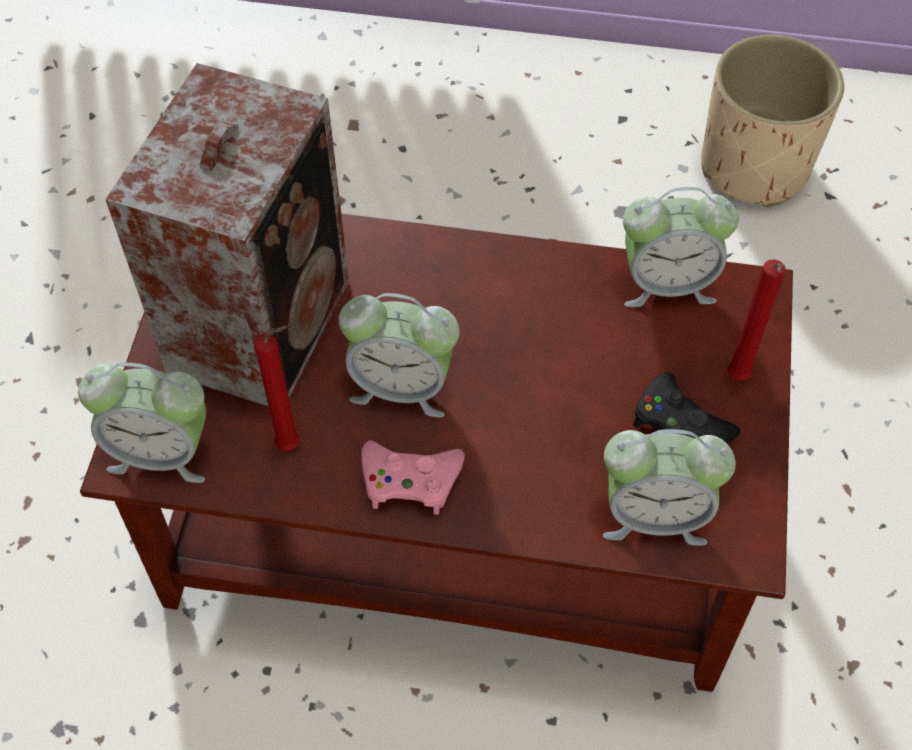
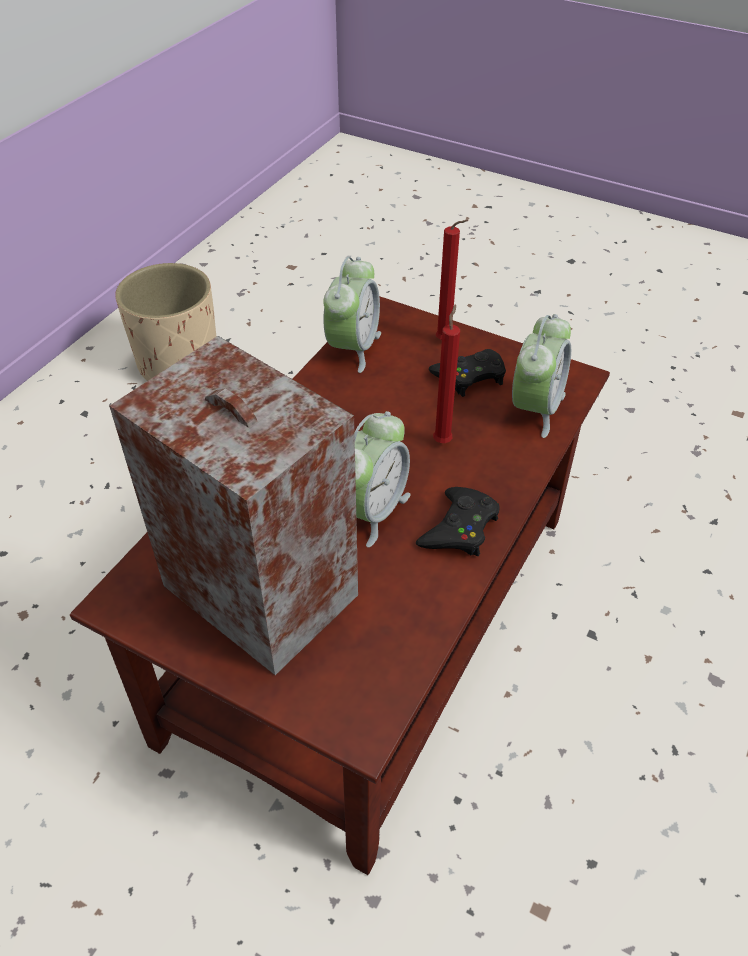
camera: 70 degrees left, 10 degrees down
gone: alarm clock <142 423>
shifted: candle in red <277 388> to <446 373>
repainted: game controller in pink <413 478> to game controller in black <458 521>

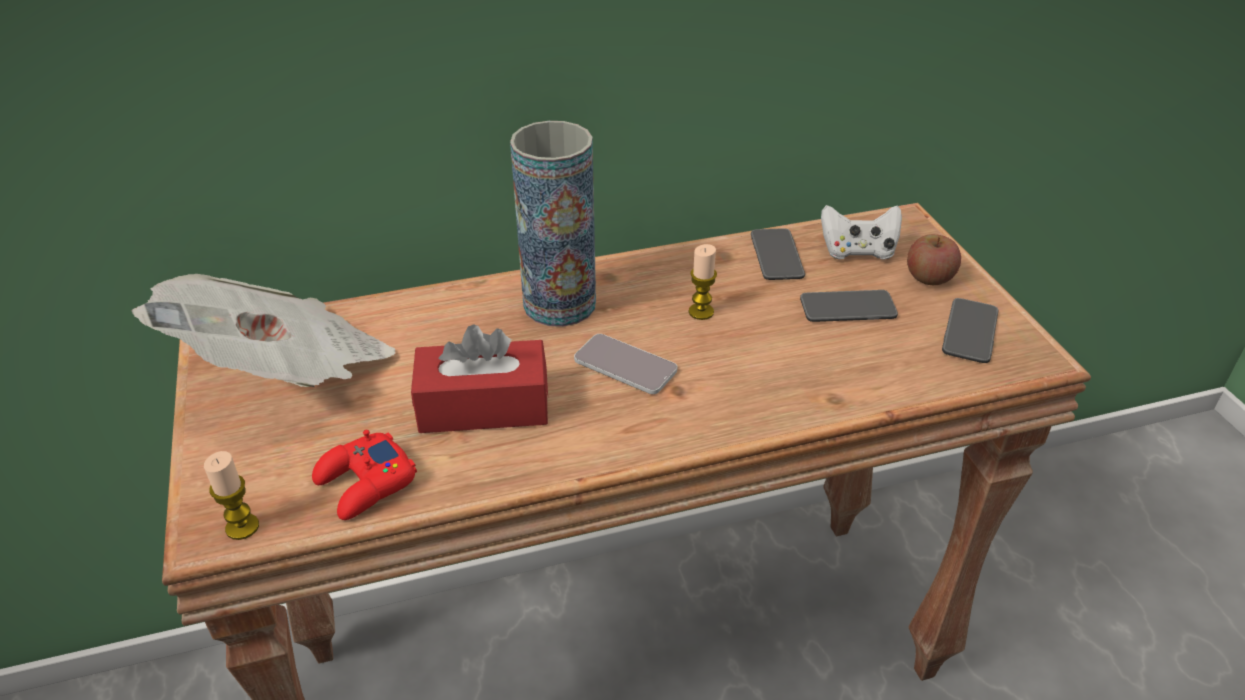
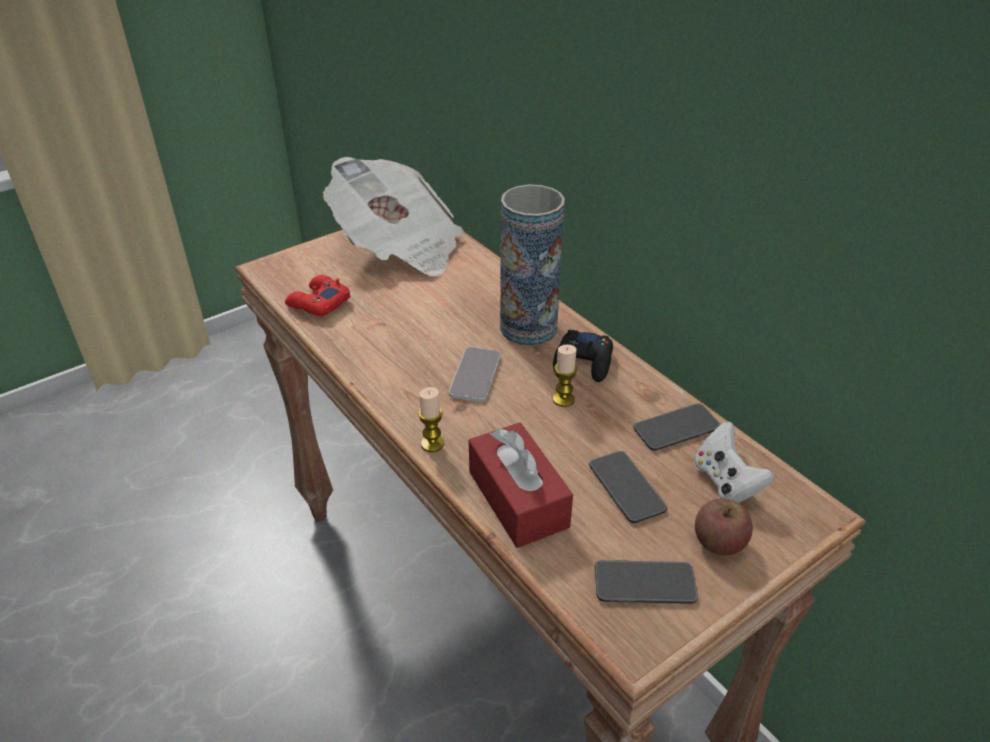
camera: 70 degrees right, 0 degrees up
new: game controller in black <583 356>
shifted: candle <231 495> to <431 419>; tissue box in red <479 378> to <521 485>

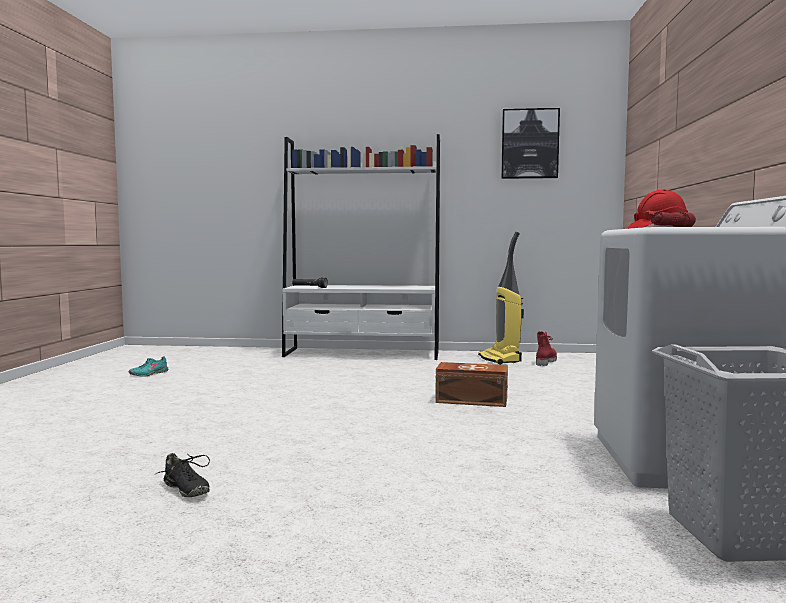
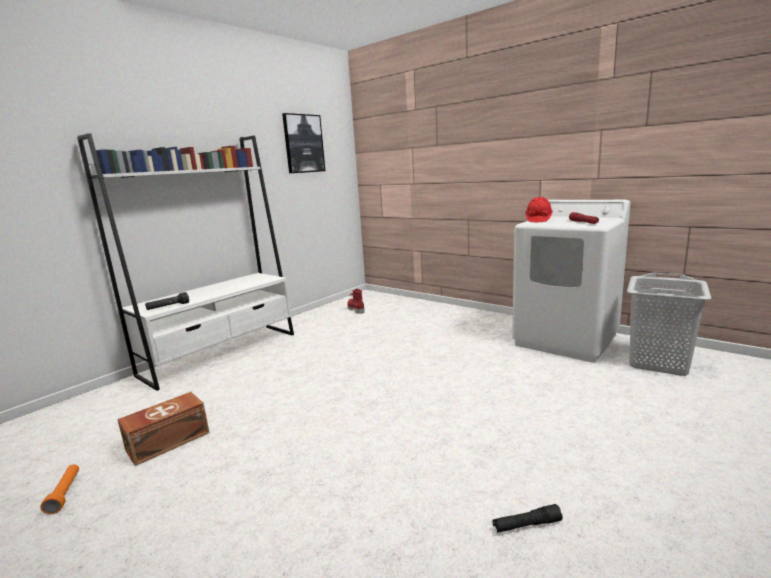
camera: 55 degrees left, 10 degrees up
gone: vacuum cleaner <501 298>
shifted: storage box in brown <471 384> to <163 429>
swapped: shoe in turquoise <148 366> to flashlight in orange <59 489>; shoe in black <183 475> to flashlight in black <527 518>

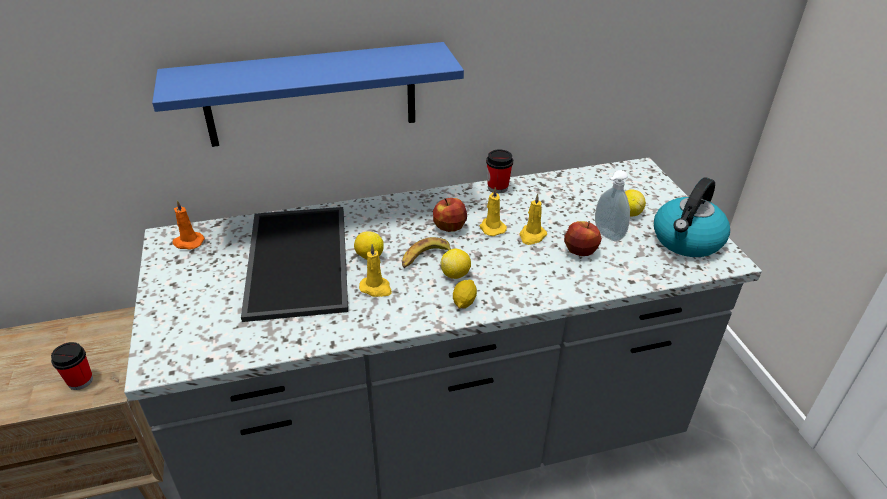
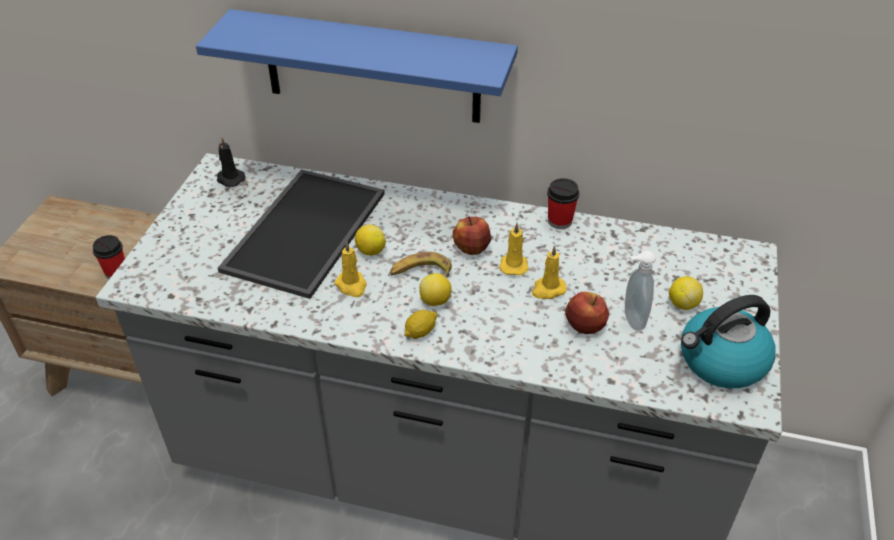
camera: 30 degrees right, 5 degrees up
repainted: candle in orange <188 225> to candle in black <231 162>

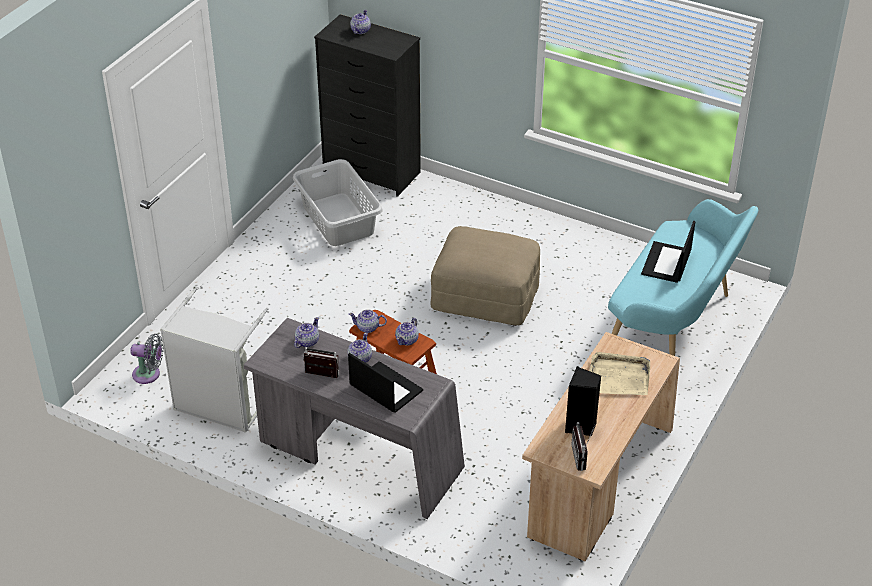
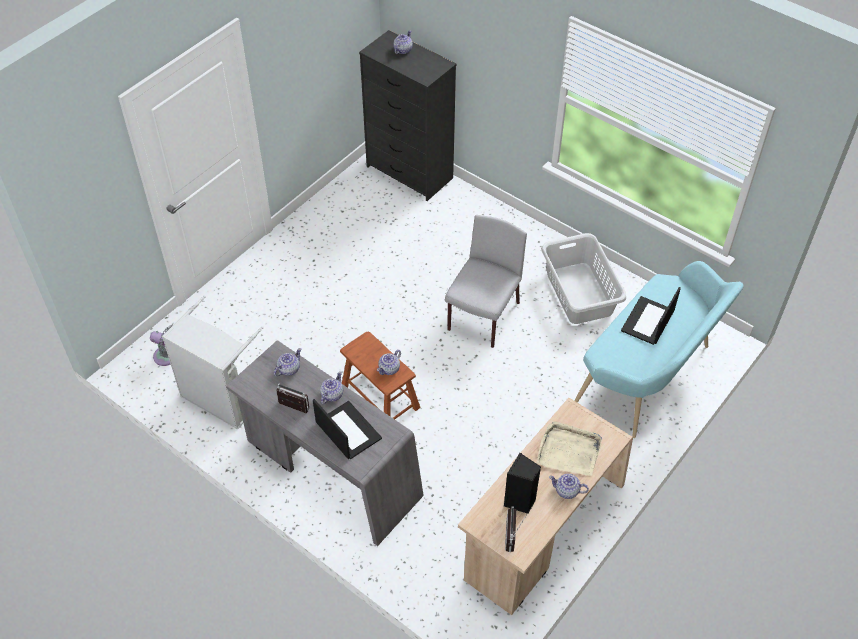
camera: 10 degrees right, 10 degrees up
shifted: laundry basket in grey <338 202> to <583 278>; teapot <368 321> to <569 486>
swapped: ottoman in beige <485 276> to chair in grey <486 281>

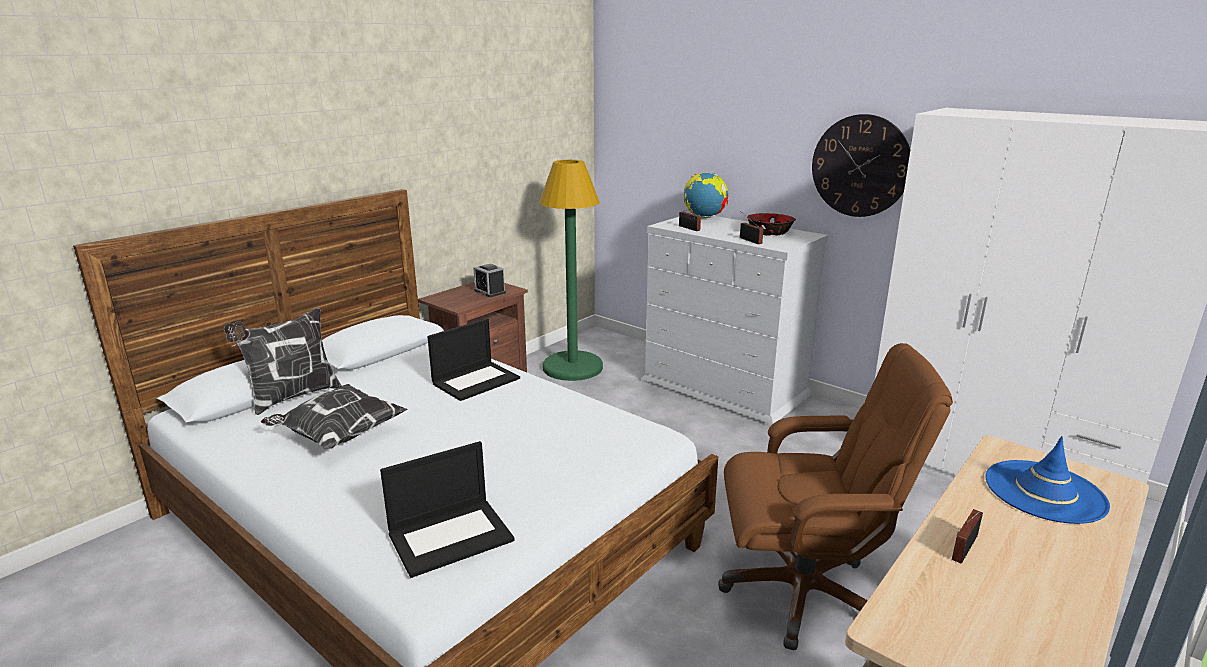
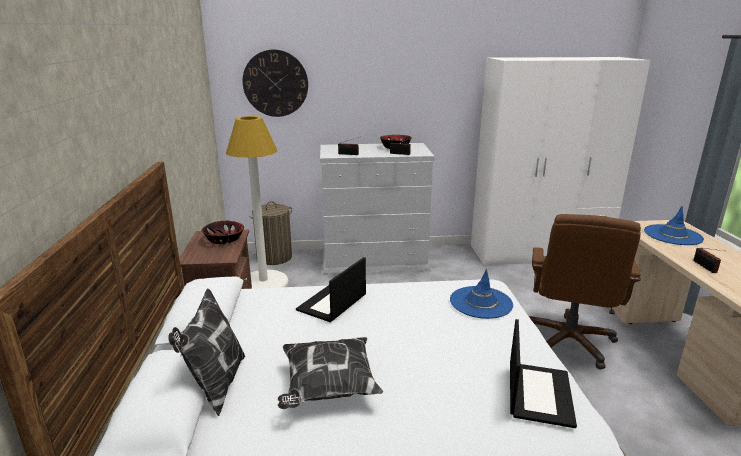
camera: 45 degrees left, 0 degrees up
gone: globe <706 195>
new: laundry basket <270 233>; hat in blue <481 294>
shifted: wall clock <861 165> to <275 83>
swapped: alarm clock <490 280> to bowl <223 232>
repainted: floor lamp in green <571 270> to floor lamp in white <257 202>
rotated: laptop <473 359> = <331 289> 150 degrees counterclockwise; office chair in brown <835 497> = <585 292> 150 degrees clockwise

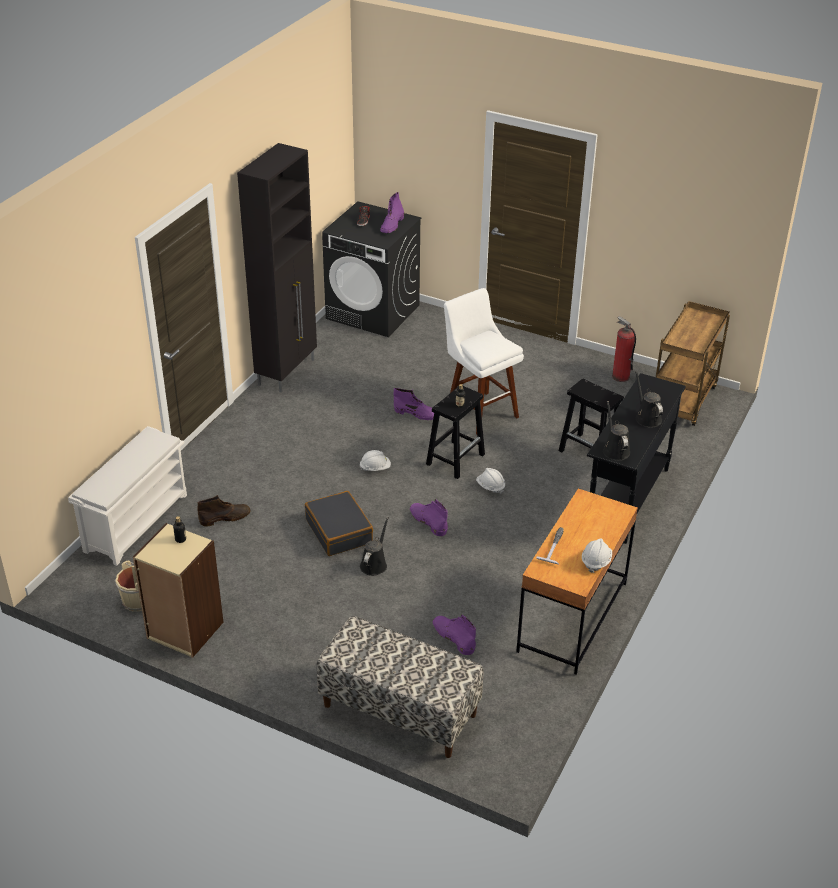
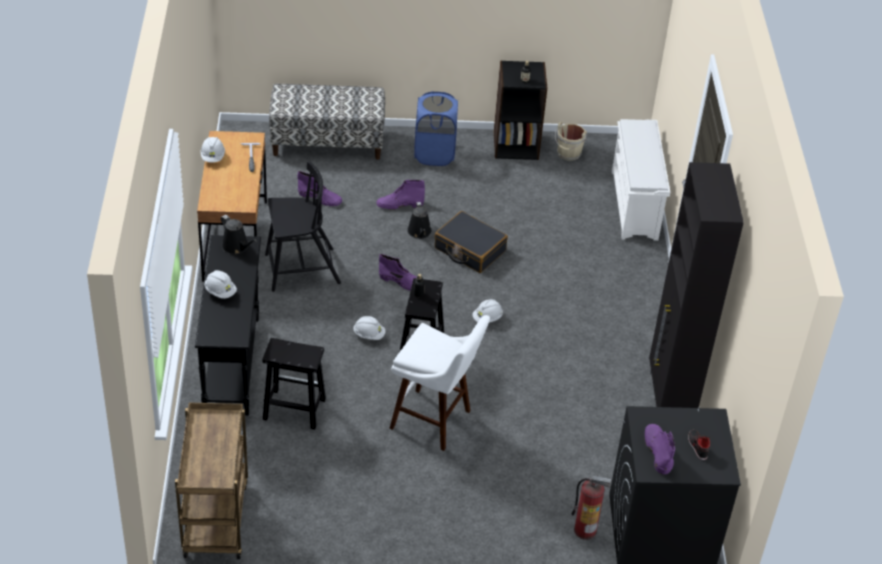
camera: 150 degrees right, 5 degrees up
gone: boot in brown <223 511>
new: chair in black <303 226>; laundry basket in blue <436 128>
shifted: boot in purple <413 404> to <400 195>; fire extinguisher <624 349> to <591 507>
swapped: watering can in black <649 399> to hard hat in white <220 284>
repainted: bookcase in beige <178 590> to bookcase in black <520 110>

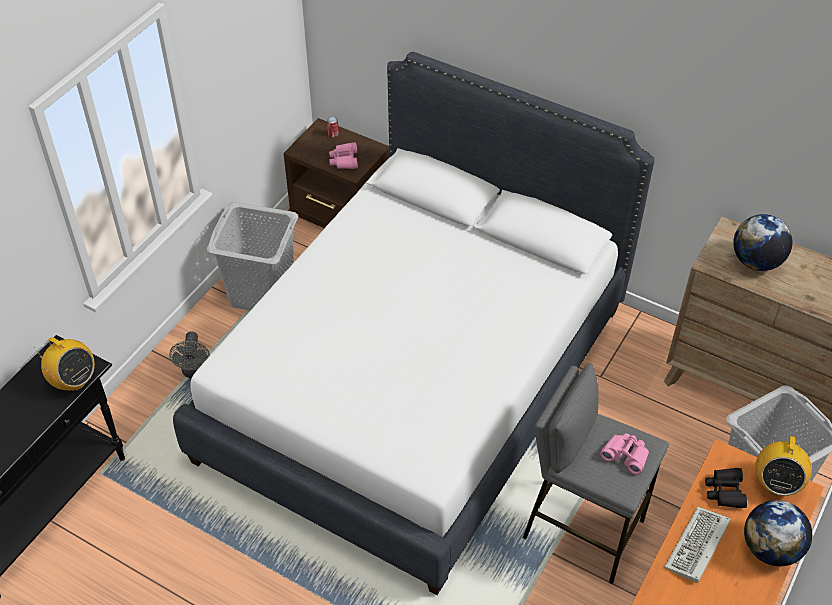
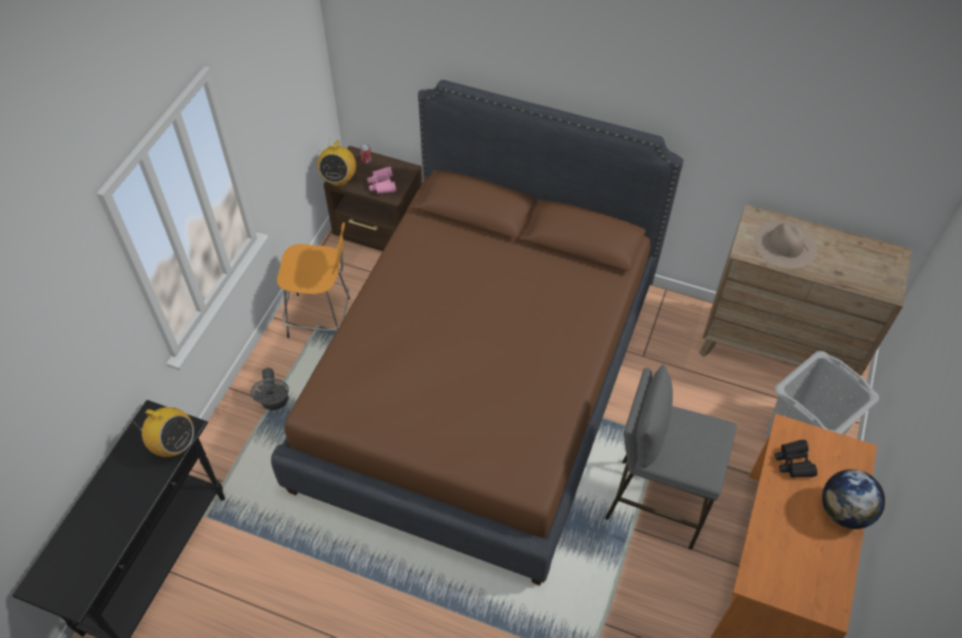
camera: 10 degrees left, 5 degrees up
gone: binoculars in pink <624 453>; keyboard <697 545>
shifted: radio <783 463> to <336 163>
swapped: laundry basket in grey <252 256> to stool in orange <313 280>; globe <762 242> to hat in beige <786 244>
repainted: bed in white <414 323> to bed in brown <477 332>

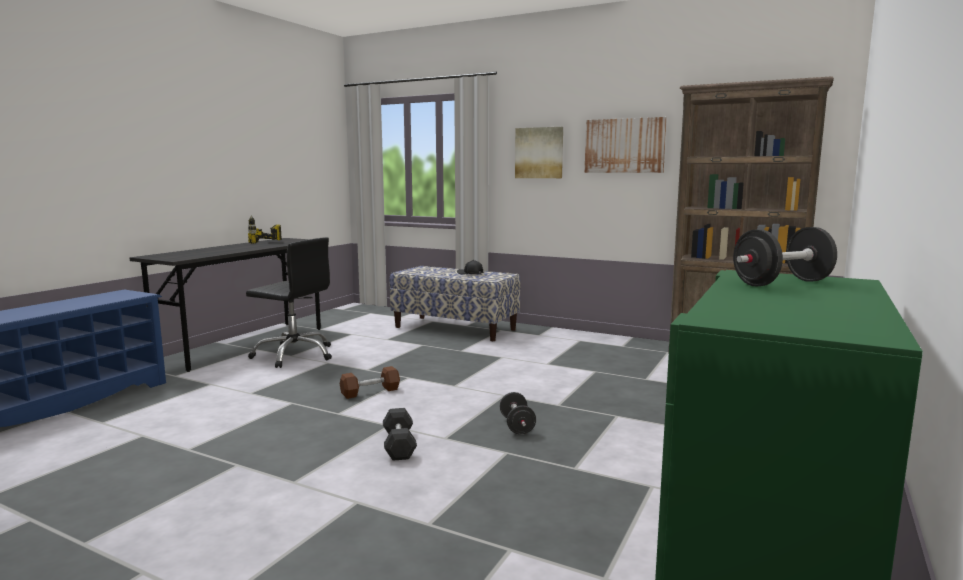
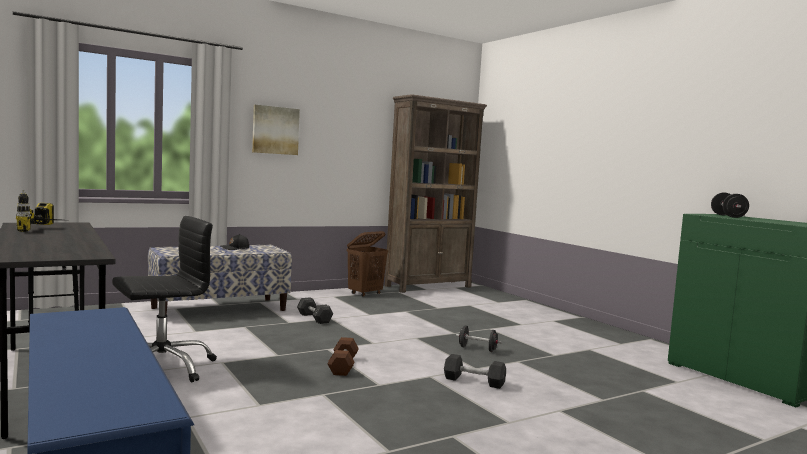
camera: 60 degrees left, 5 degrees down
gone: picture <626 145>
new: dumbbell in grey <315 310>; laundry basket in brown <367 264>

